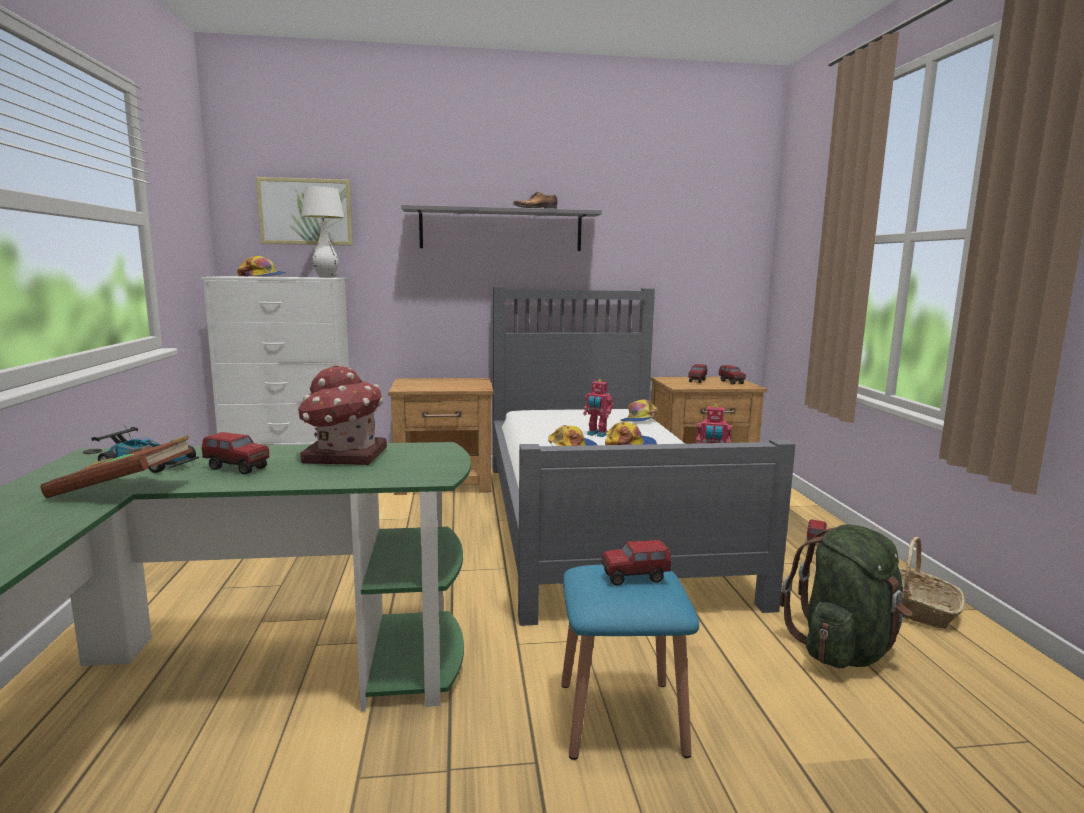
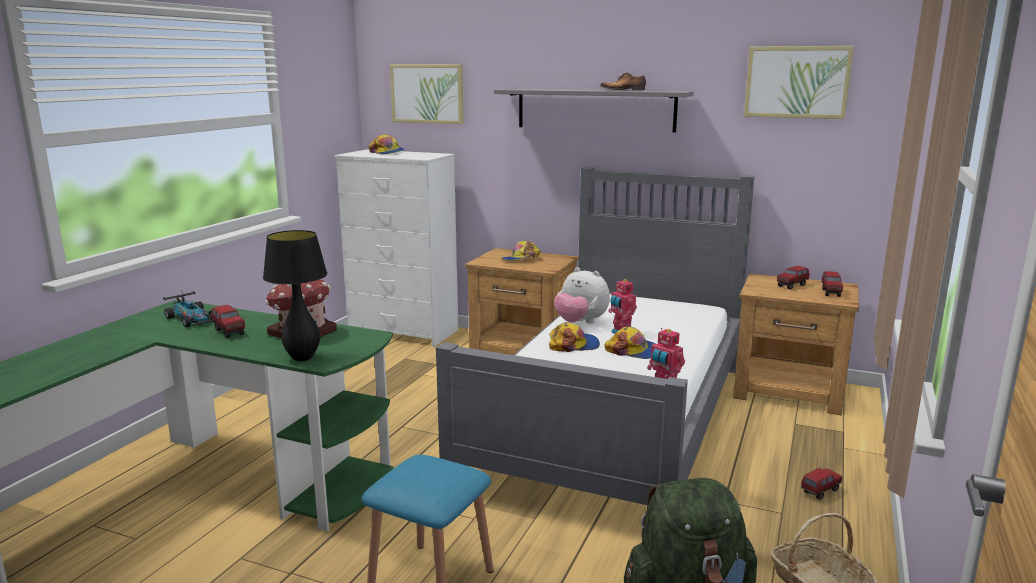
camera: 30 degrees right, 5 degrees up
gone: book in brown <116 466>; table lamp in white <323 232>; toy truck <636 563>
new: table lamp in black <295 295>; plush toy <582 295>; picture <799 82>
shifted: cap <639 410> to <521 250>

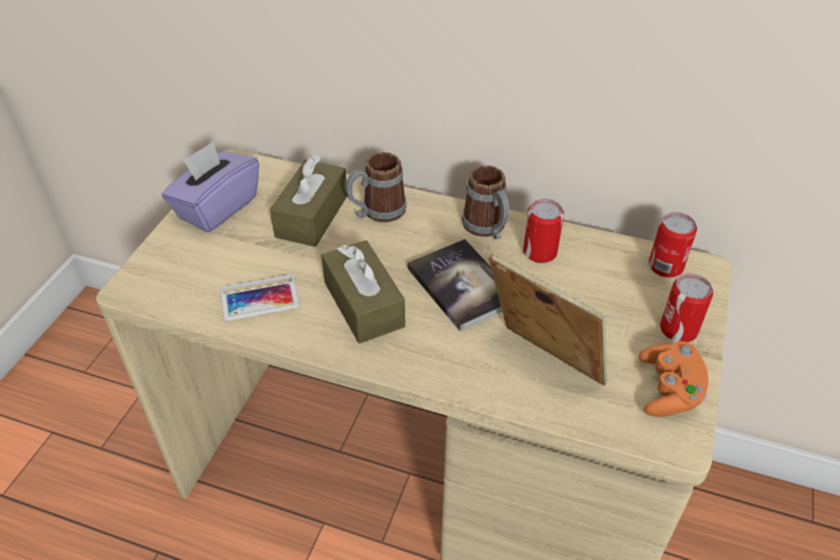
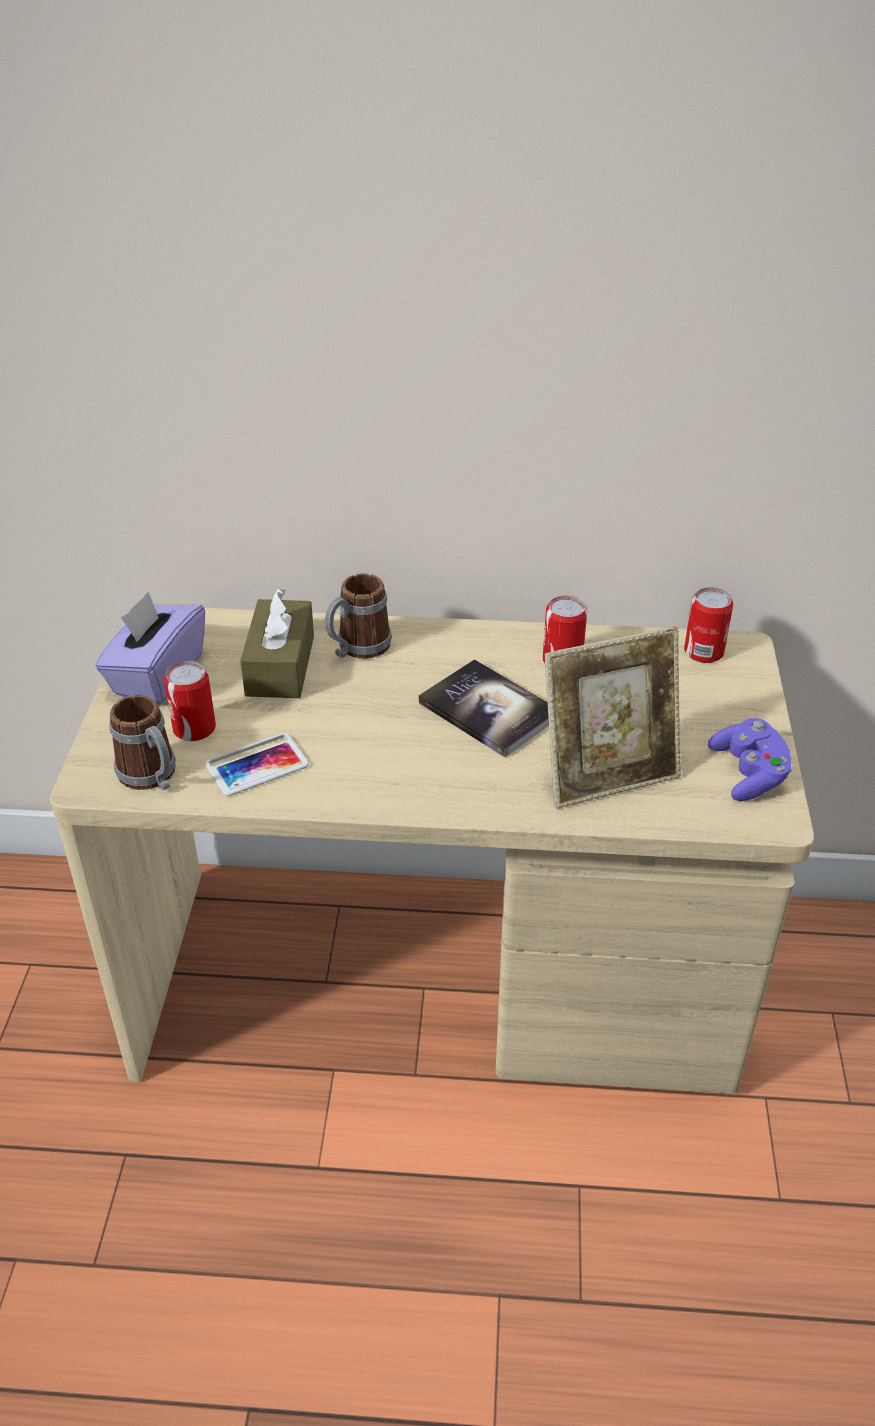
camera: 15 degrees left, 5 degrees down
gone: tissue box in brown <363 291>
shifted: mug <485 202> to <142 742>; can <686 308> to <190 701>
repainted: game controller in orange <673 379> to game controller in purple <750 759>
rotated: picture frame <547 319> = <613 717> 135 degrees clockwise

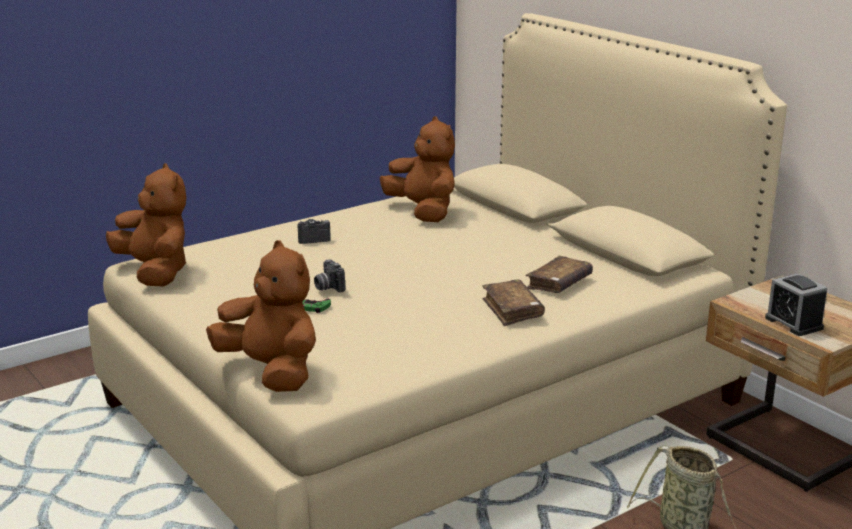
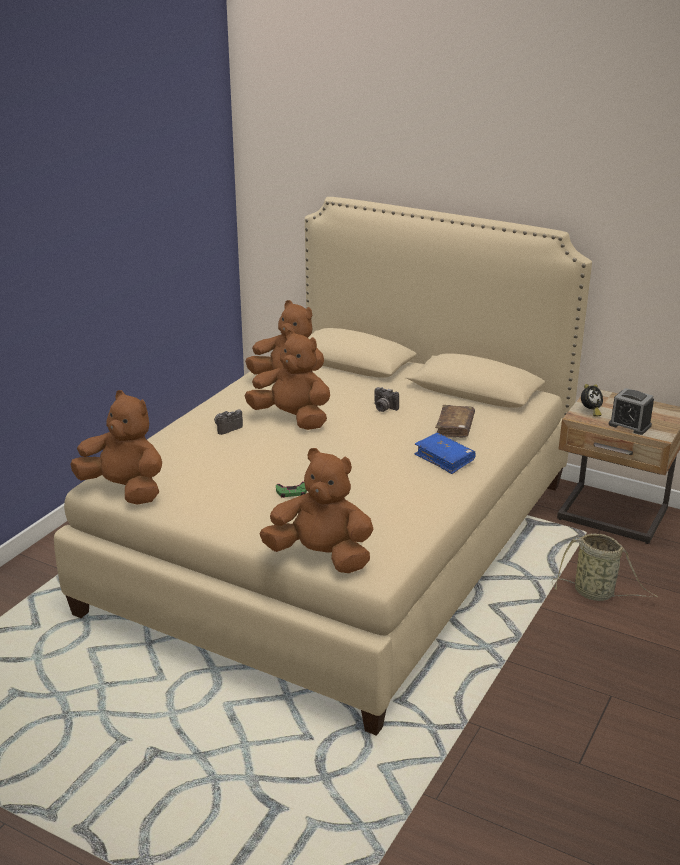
camera: 25 degrees left, 5 degrees up
new: plush toy in brown <287 380>; alarm clock <592 400>
shifted: photo camera <329 276> to <386 399>
repainted: book in brown <513 303> to book in blue <445 453>

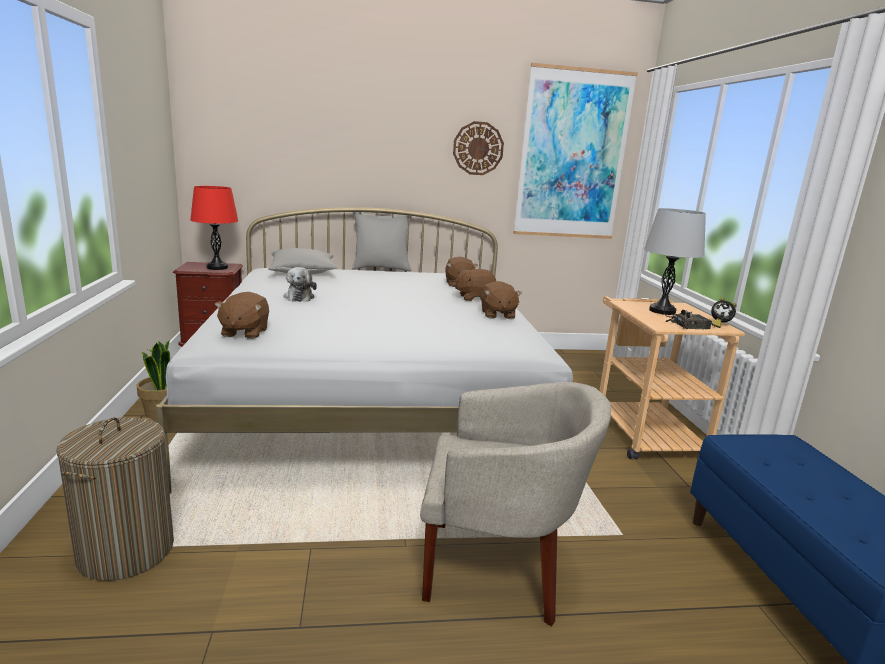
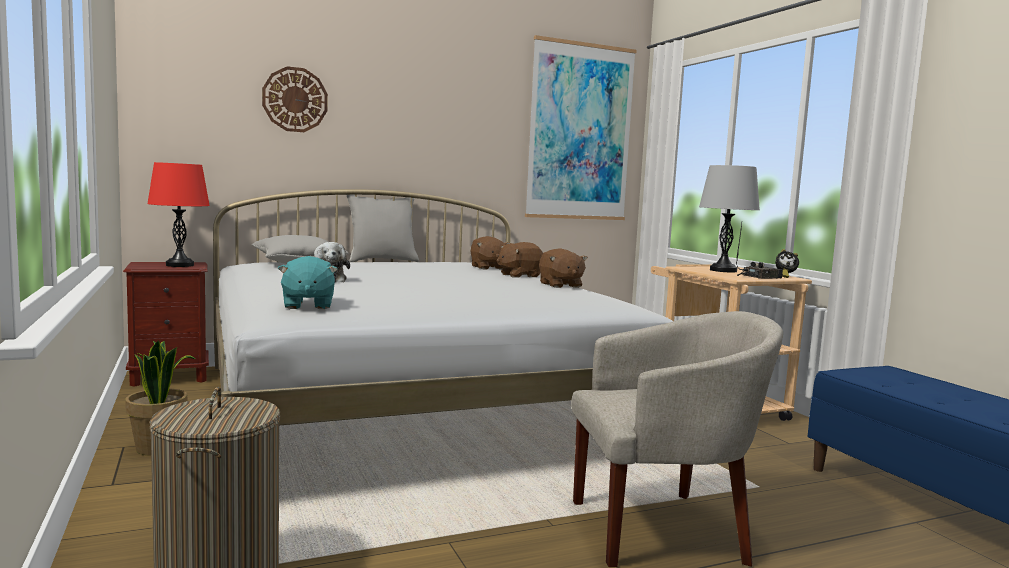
camera: 15 degrees left, 10 degrees down
shifted: wall clock <478 148> to <295 99>
repainted: plush toy in brown <242 315> to plush toy in turquoise <308 282>

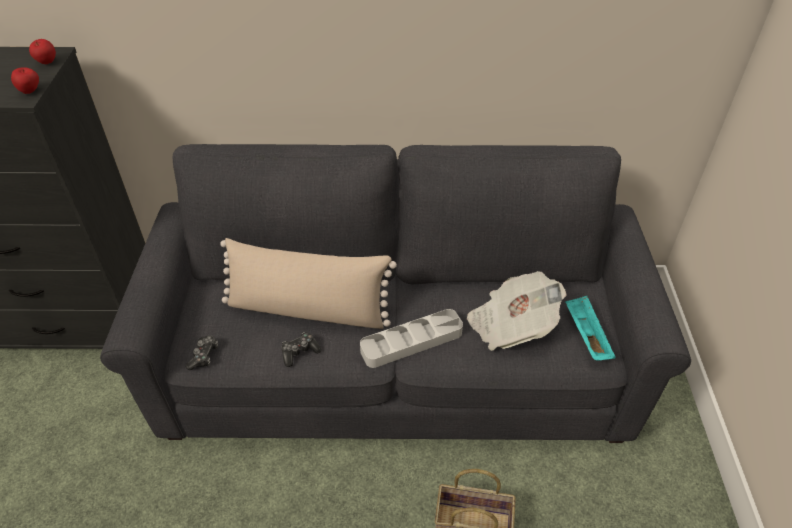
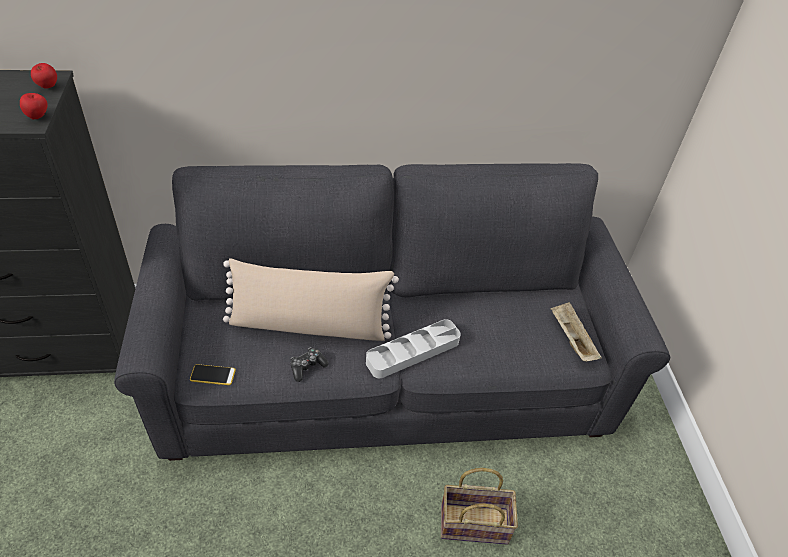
camera: 10 degrees left, 0 degrees up
gone: newspaper <516 311>
swapped: game controller <201 352> to phone <213 374>
repainted: tray in turquoise <590 328> to tray in beige <576 331>

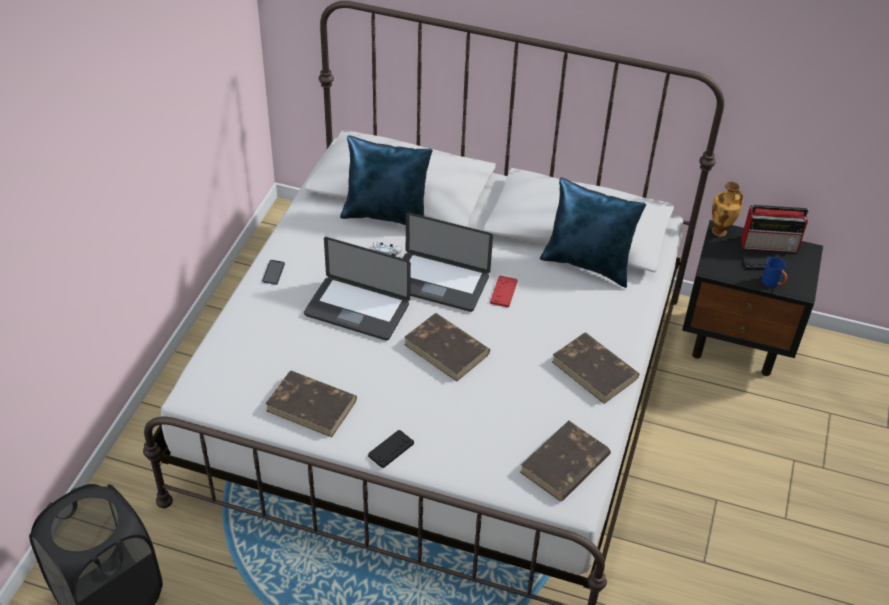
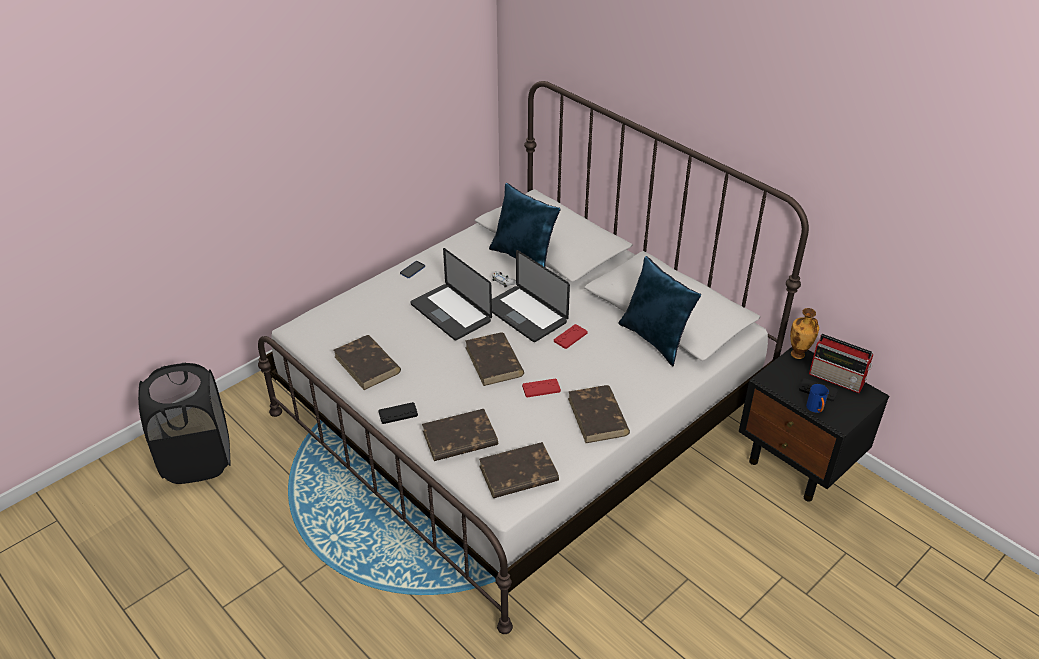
camera: 30 degrees right, 5 degrees down
new: book in brown <460 435>; game controller in red <541 387>

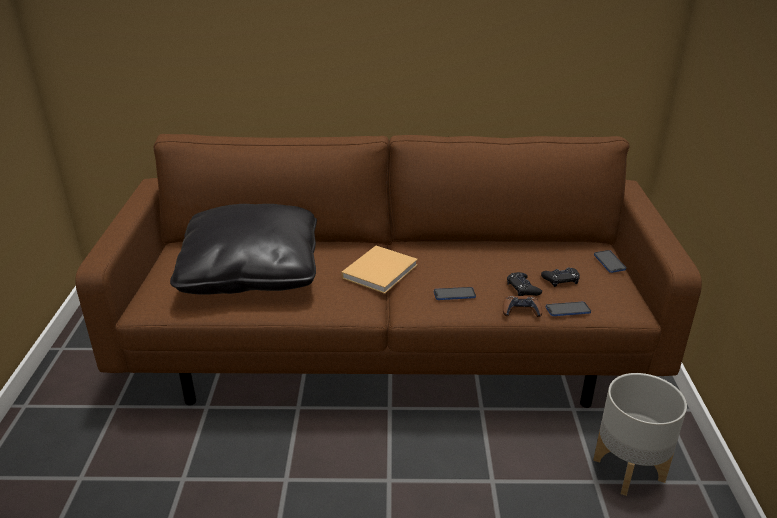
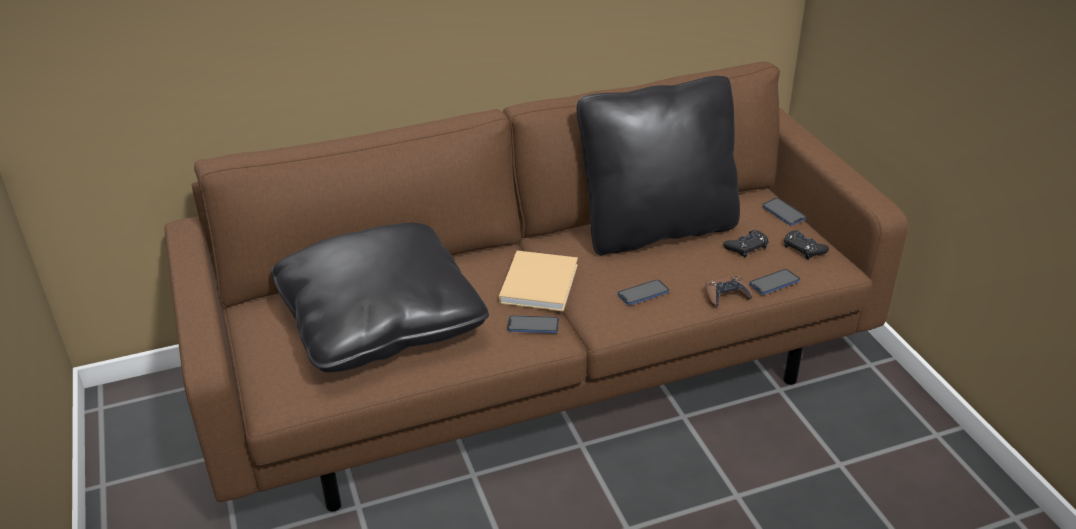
camera: 20 degrees left, 5 degrees up
gone: planter in grey <640 434>
new: phone <533 324>; pillow in black <658 166>
shifted: game controller in black <524 284> to <806 244>

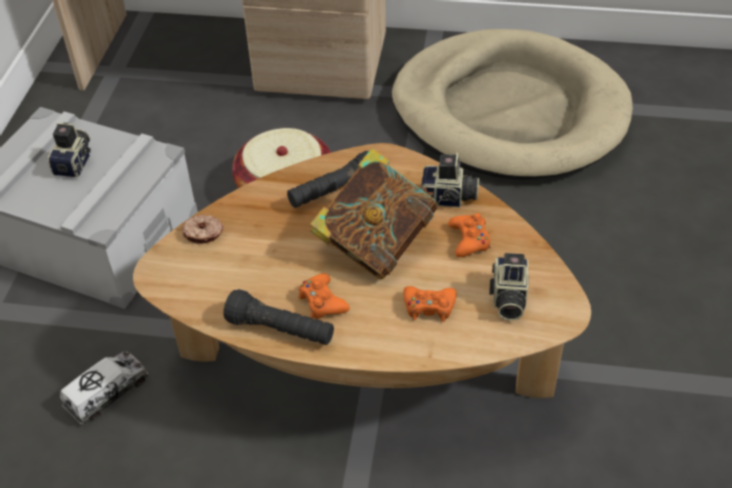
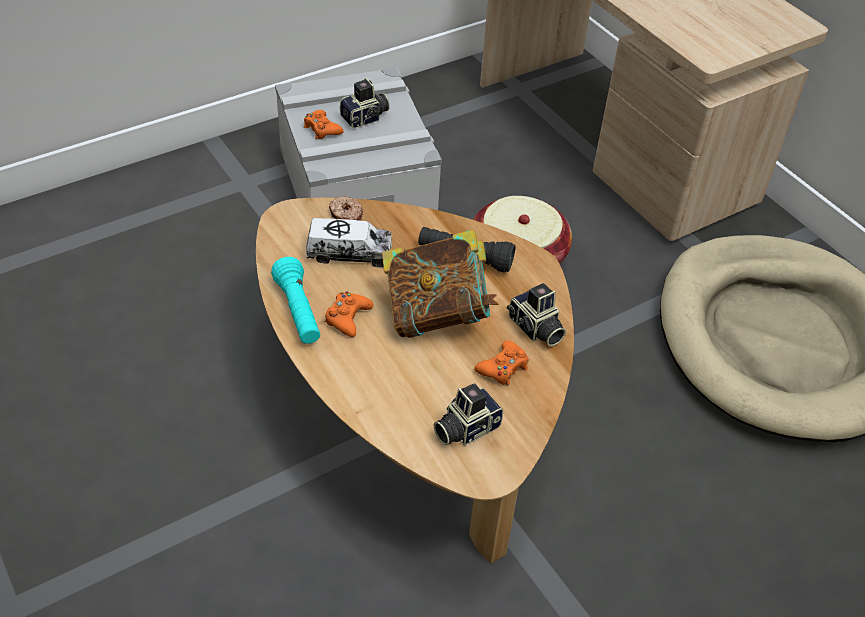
camera: 45 degrees right, 0 degrees up
shifted: game controller in orange <430 304> to <324 124>; toy truck <104 388> to <349 243>
repainted: flashlight in black <278 317> to flashlight in turquoise <295 300>

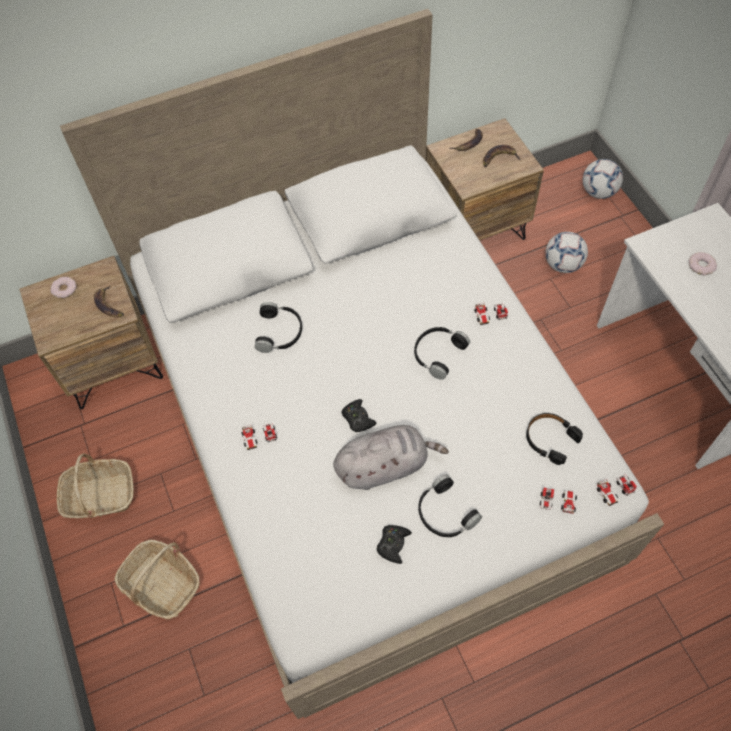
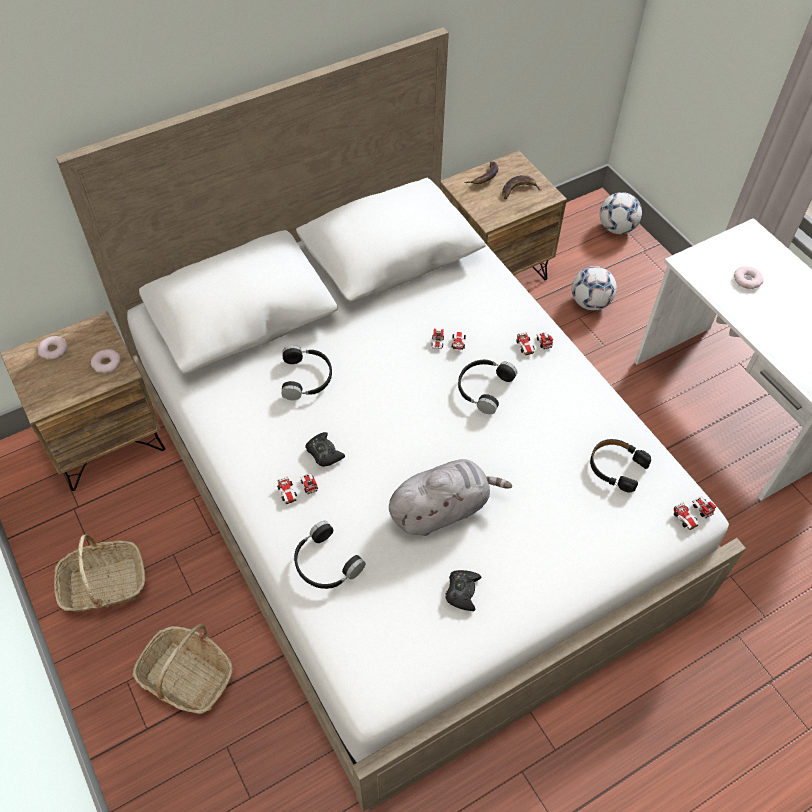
camera: 10 degrees left, 5 degrees down
shifted: headphones in black <450 506> to <330 555>; game controller in black <359 415> to <325 449>; toy car <558 501> to <448 339>
swapped: banana <109 301> to donut <106 361>

